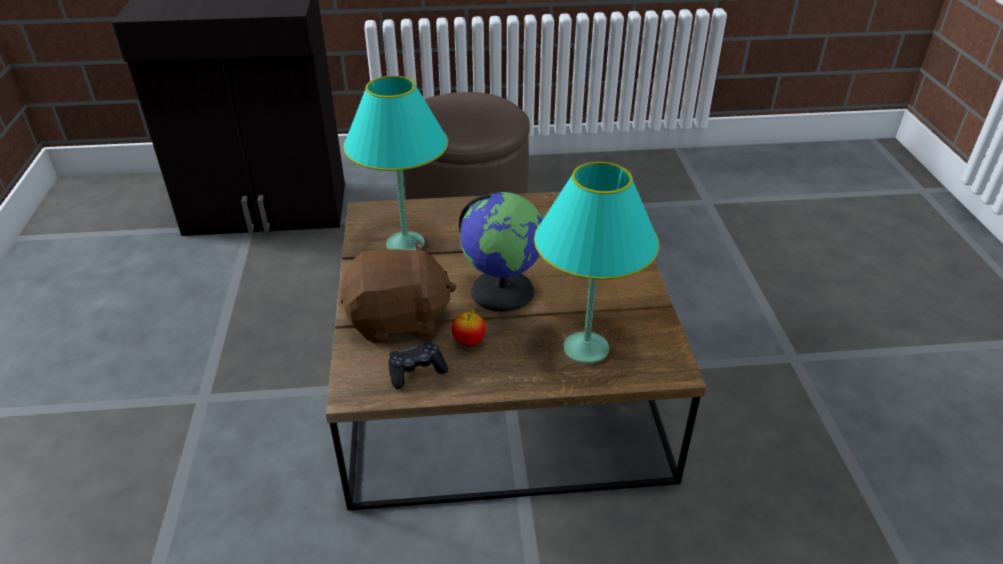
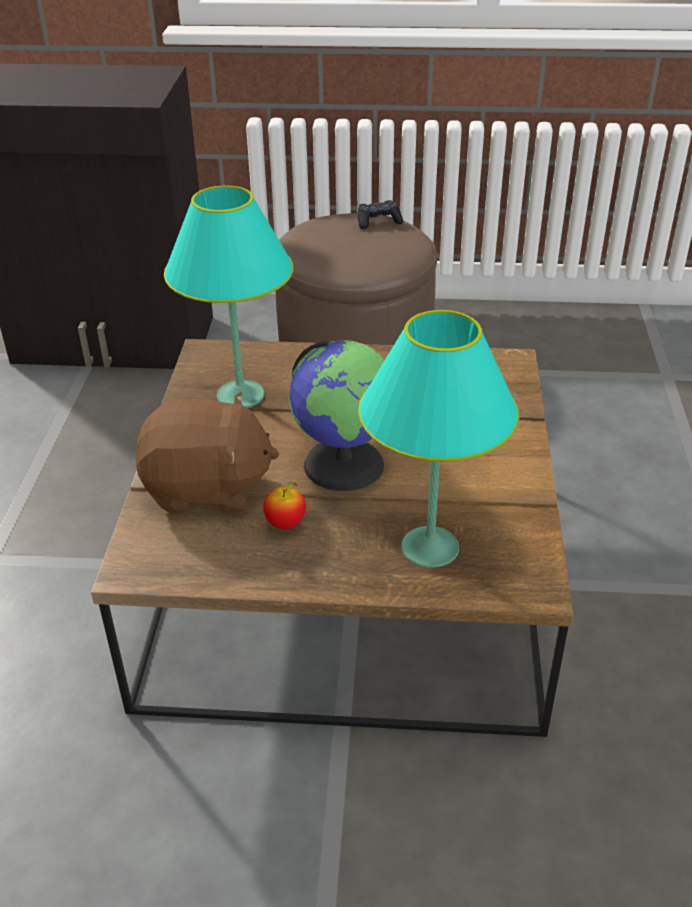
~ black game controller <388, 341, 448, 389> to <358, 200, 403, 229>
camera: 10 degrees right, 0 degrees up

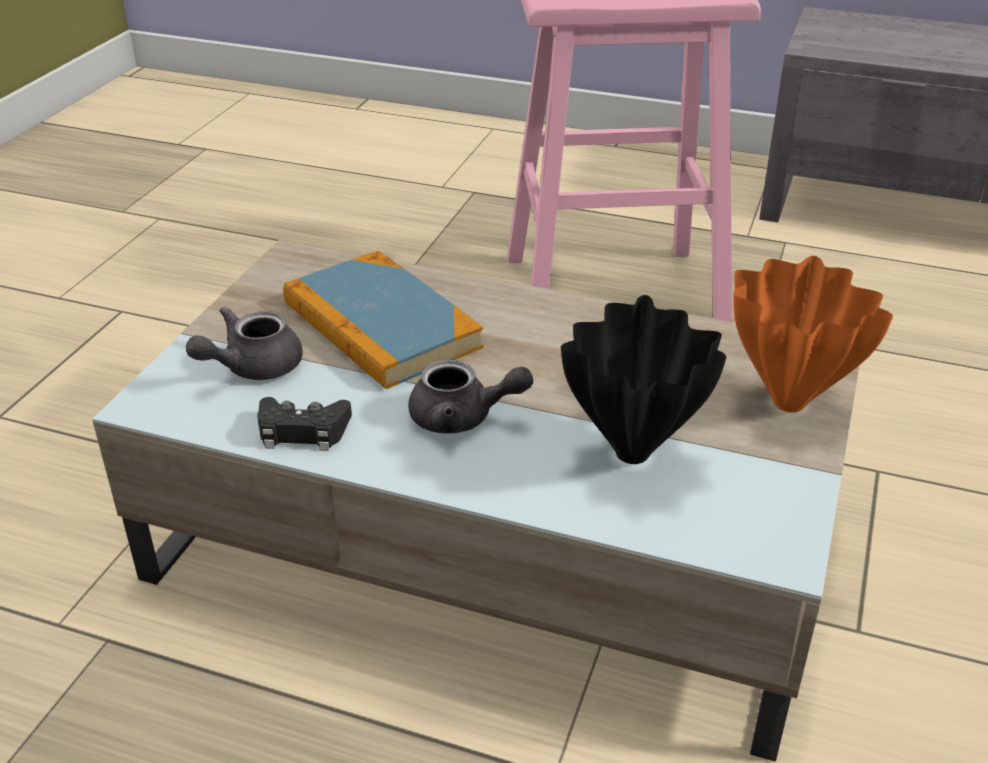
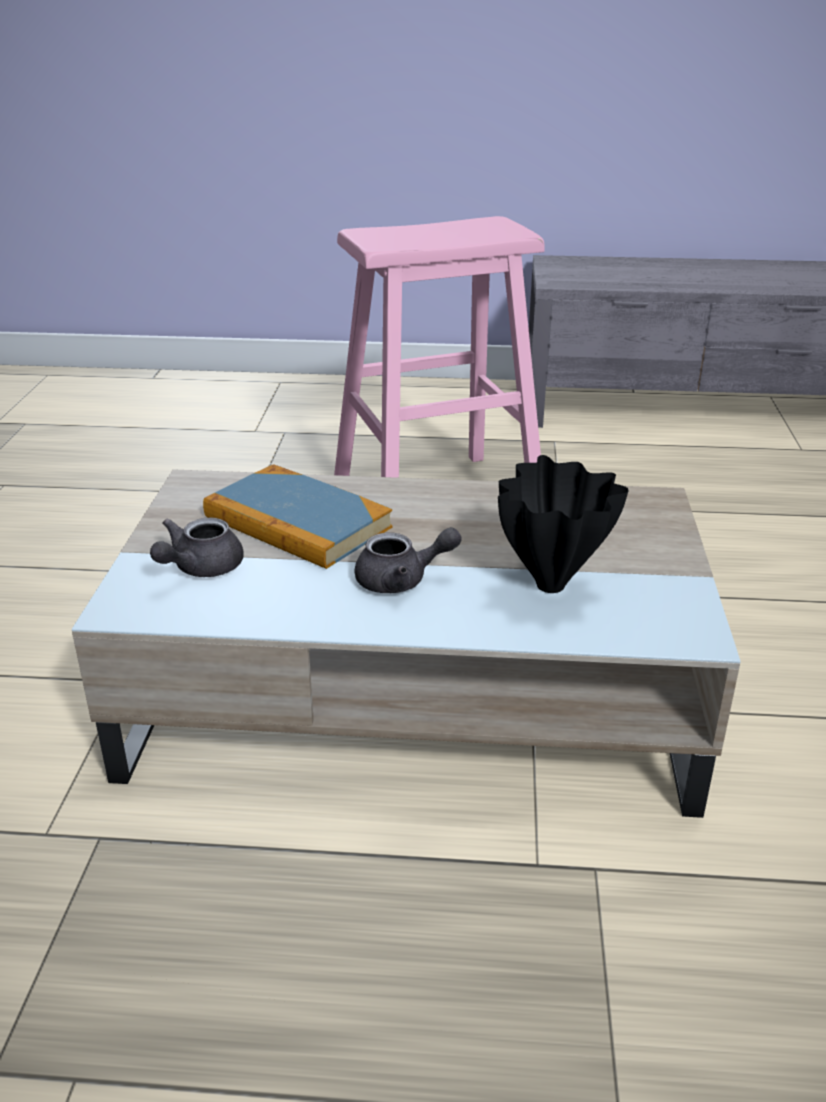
- black game controller <257, 397, 352, 451>
- orange vase <733, 256, 893, 412>
camera: 15 degrees left, 5 degrees down

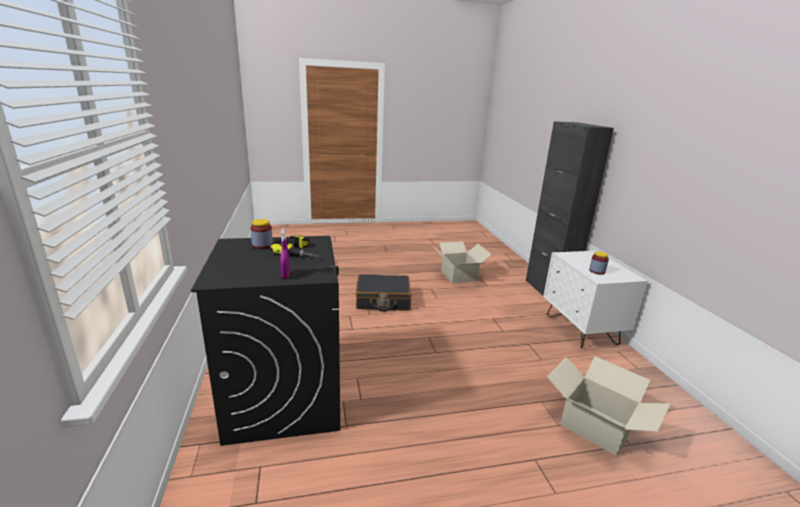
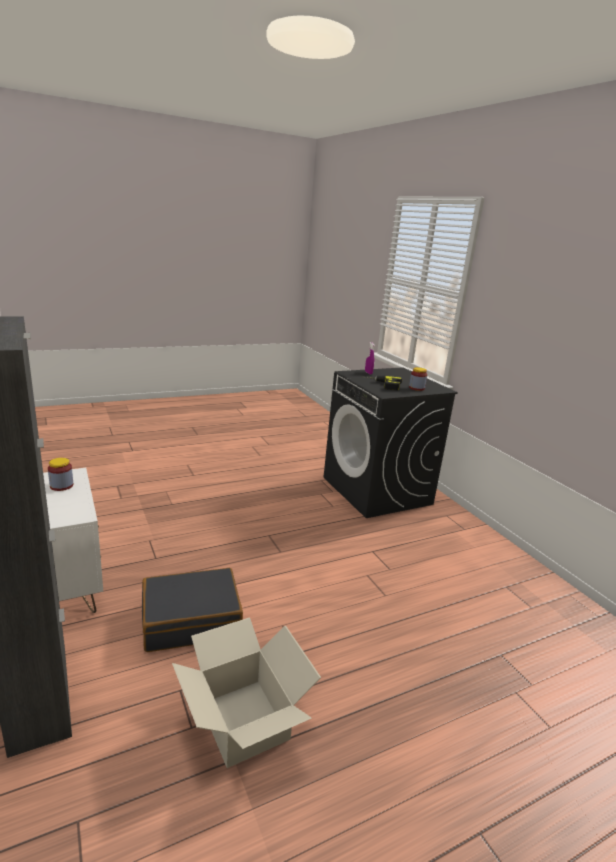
~ black suitcase <356, 274, 411, 312> to <142, 568, 243, 652>
- cardboard box <547, 356, 670, 456>
camera: 165 degrees right, 0 degrees up

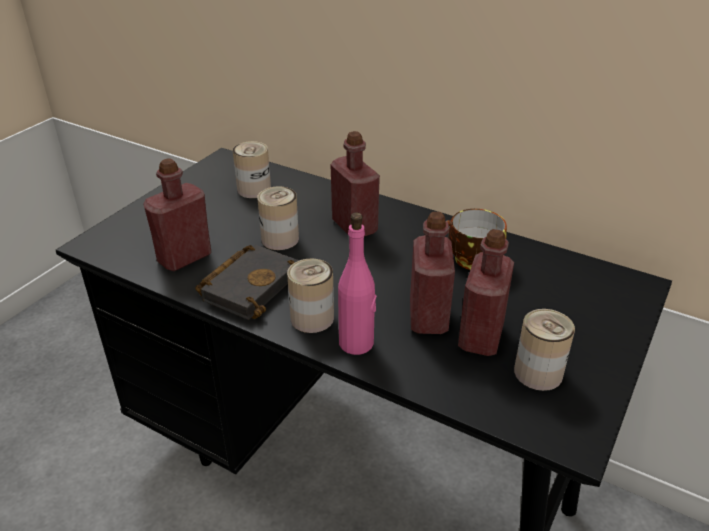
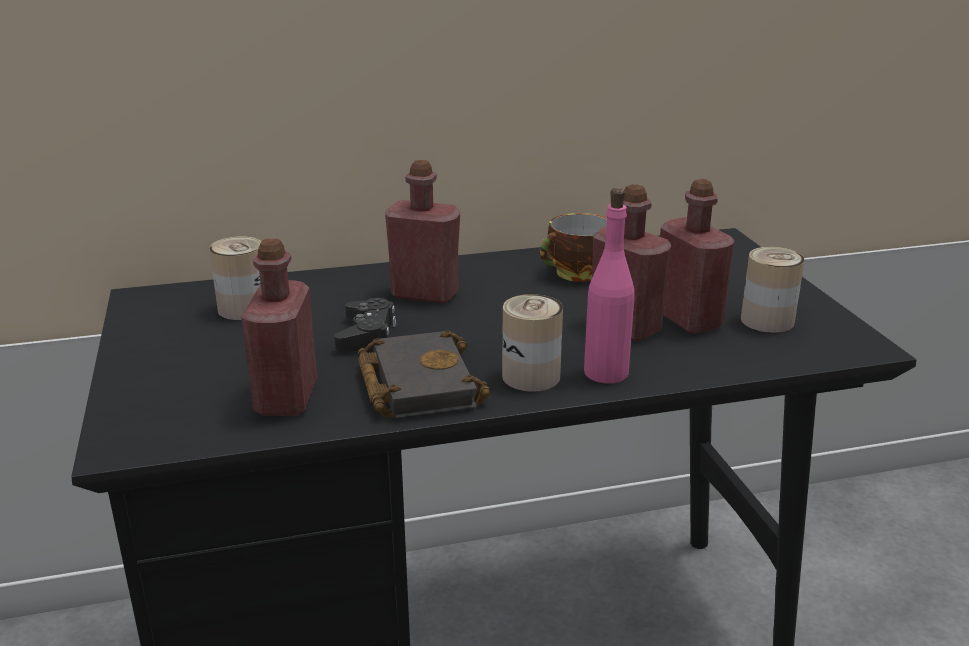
~ can <257, 186, 299, 250> to black game controller <334, 298, 396, 352>
camera: 45 degrees left, 10 degrees down

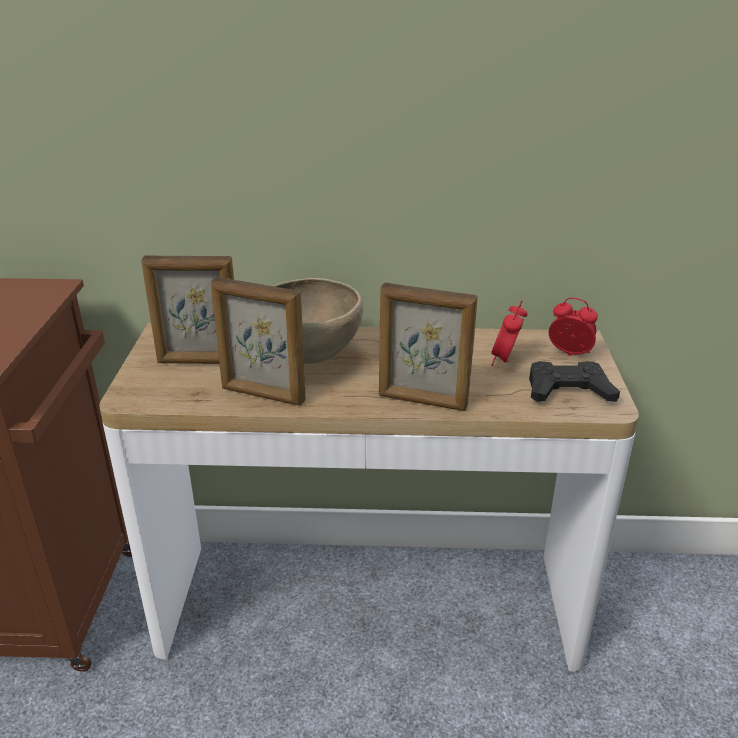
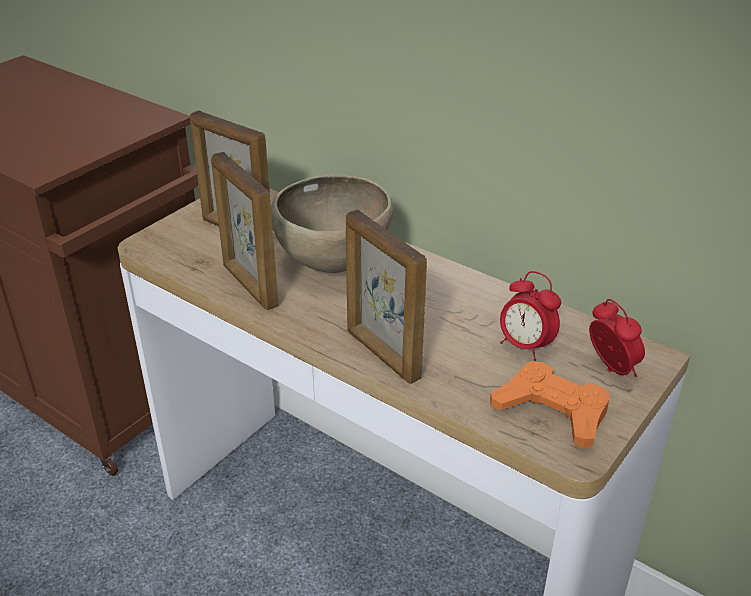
~ alarm clock <491, 300, 527, 366> = <500, 271, 561, 361> 105 degrees counterclockwise
~ black game controller <529, 361, 620, 402> to orange game controller <490, 361, 610, 449>
camera: 35 degrees right, 5 degrees up

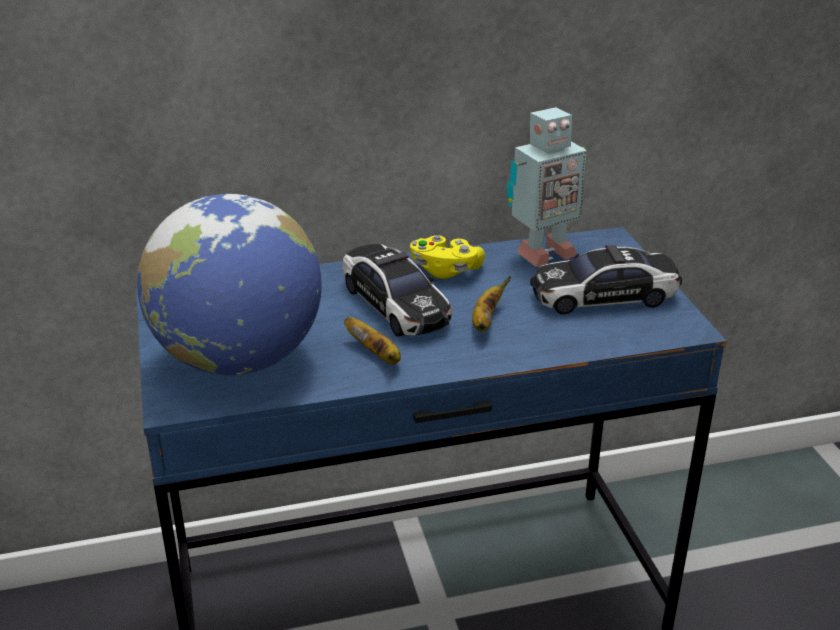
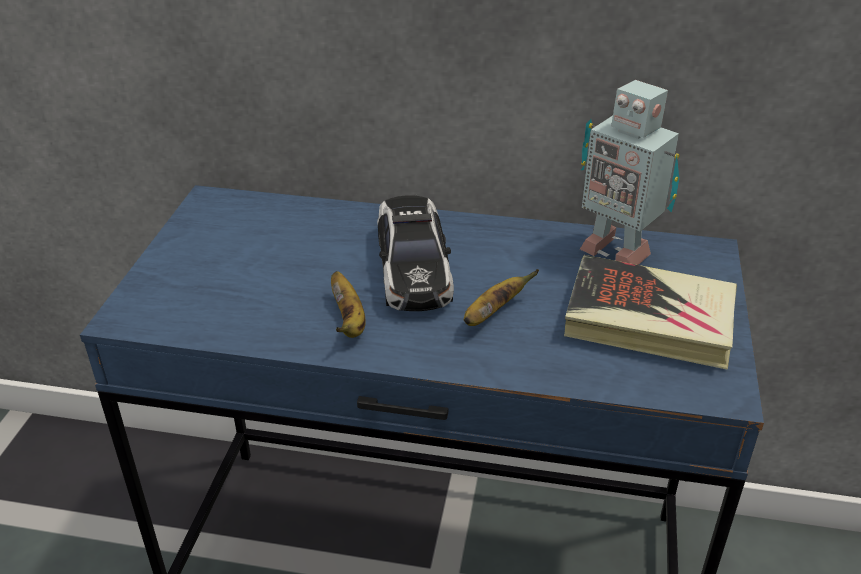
- globe <137, 194, 322, 375>
- yellow game controller <410, 235, 485, 279>
~ toy robot <507, 107, 587, 267> = <580, 80, 680, 265> 45 degrees clockwise
~ toy car <530, 245, 682, 315> to book <564, 255, 737, 370>
camera: 25 degrees right, 5 degrees up

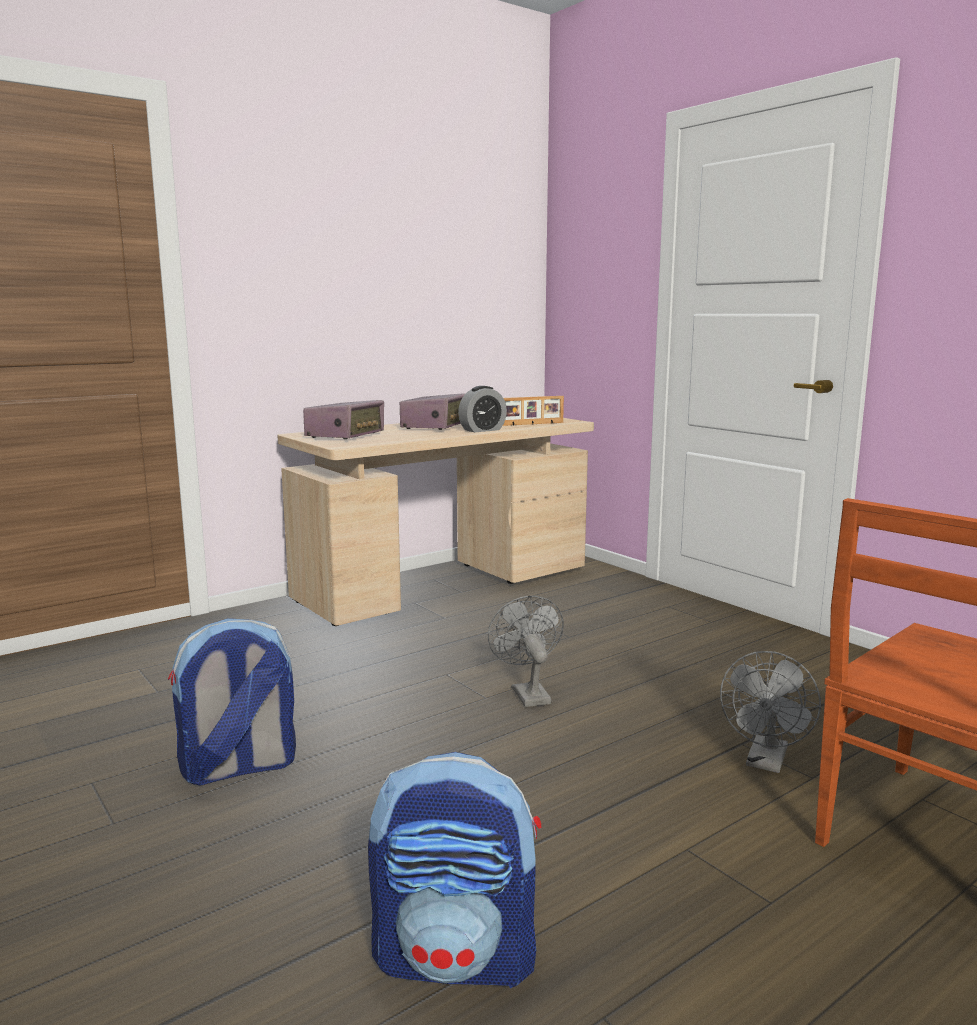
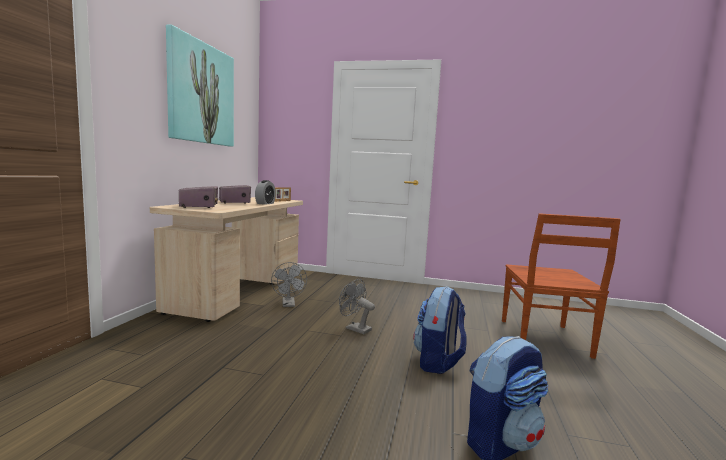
~ backpack <168, 618, 296, 785> to <413, 286, 467, 374>
~ grey fan <720, 651, 821, 773> to <271, 262, 307, 307>
+ picture <166, 24, 234, 147>
camera: 40 degrees left, 5 degrees down

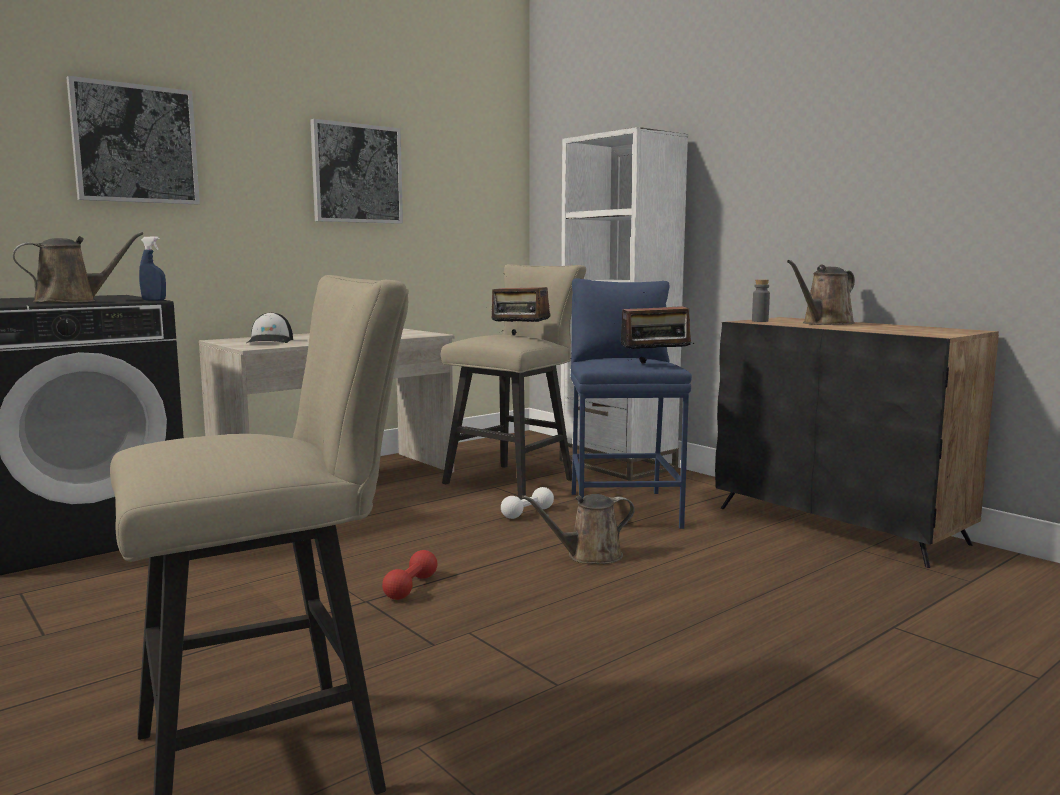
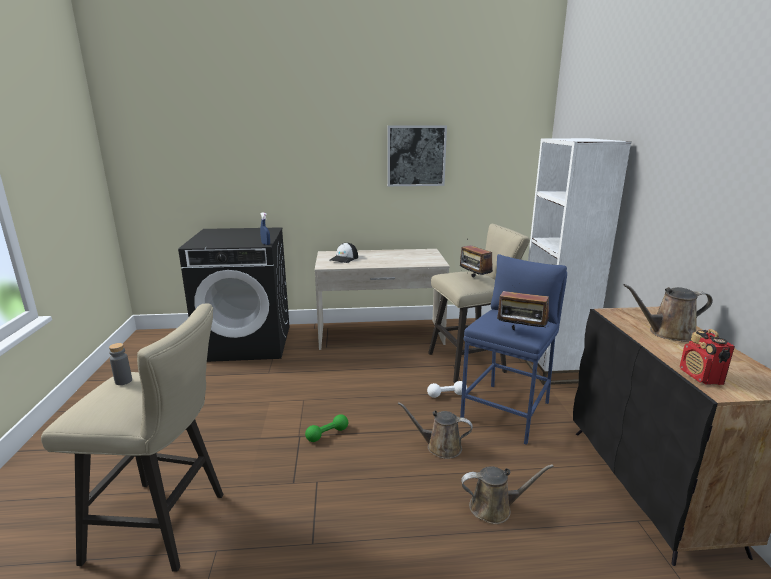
~ brown watering can <13, 232, 143, 303> to <461, 464, 554, 524>
- picture <66, 76, 200, 204>
~ red dumbbell <382, 550, 437, 600> to green dumbbell <305, 414, 348, 442>
~ grey bottle <752, 279, 770, 322> to <109, 343, 132, 385>
+ radio <680, 329, 735, 385>
camera: 35 degrees right, 10 degrees up

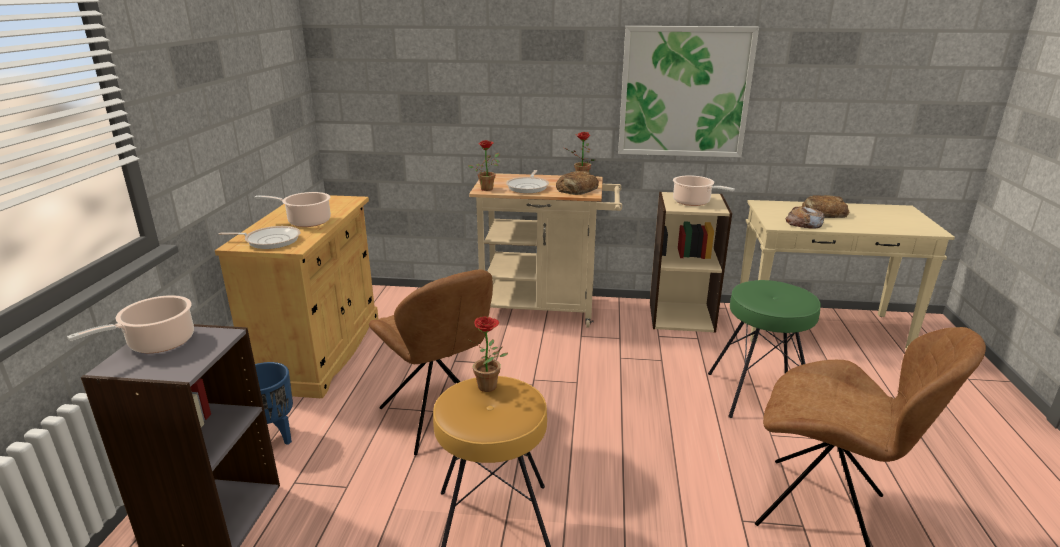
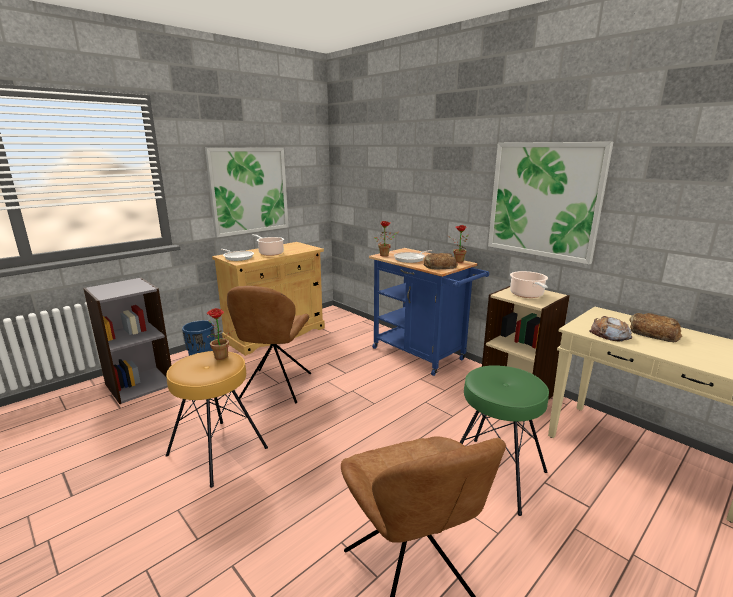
- cooking pot <67, 295, 194, 353>
~ beige cart <469, 173, 622, 327> to blue cart <369, 248, 489, 376>
+ picture <205, 148, 288, 238>
camera: 40 degrees right, 5 degrees down

